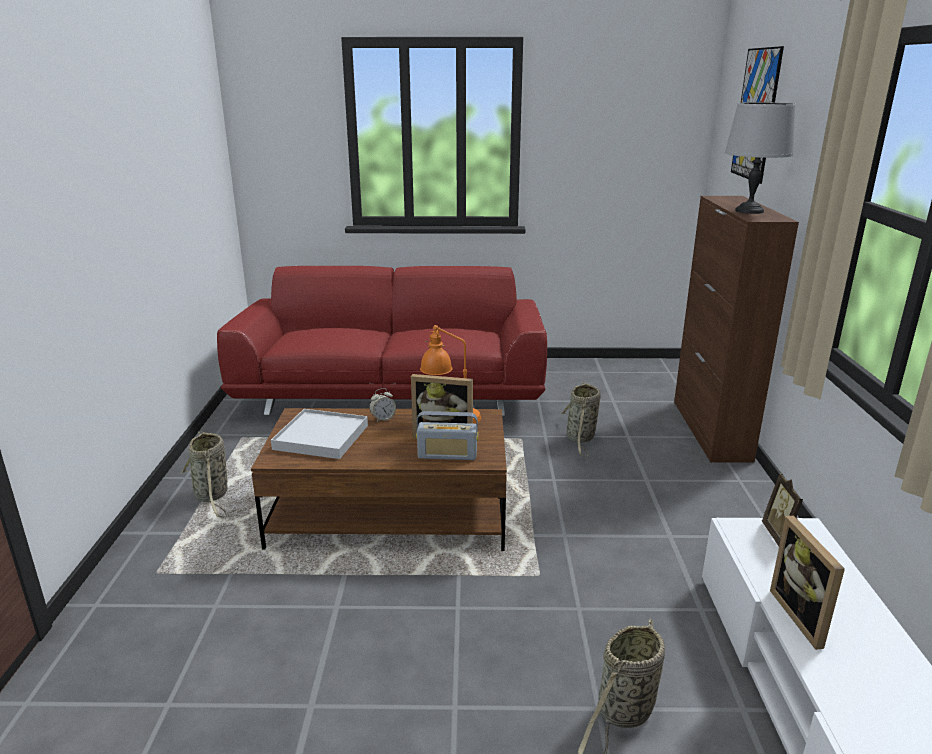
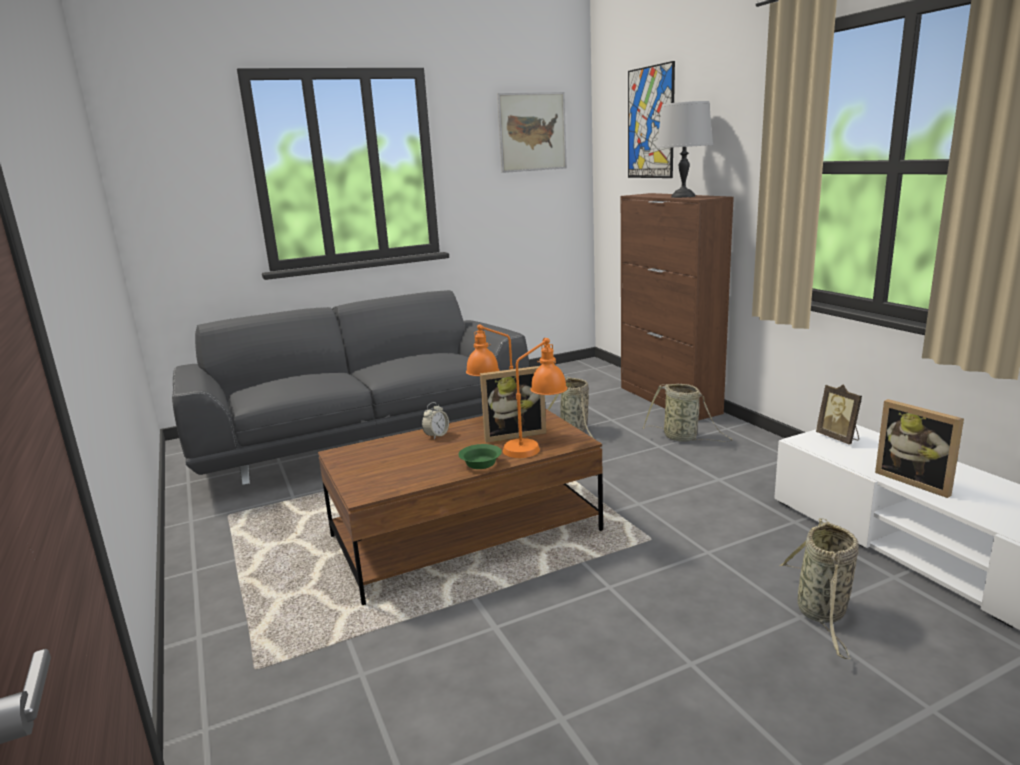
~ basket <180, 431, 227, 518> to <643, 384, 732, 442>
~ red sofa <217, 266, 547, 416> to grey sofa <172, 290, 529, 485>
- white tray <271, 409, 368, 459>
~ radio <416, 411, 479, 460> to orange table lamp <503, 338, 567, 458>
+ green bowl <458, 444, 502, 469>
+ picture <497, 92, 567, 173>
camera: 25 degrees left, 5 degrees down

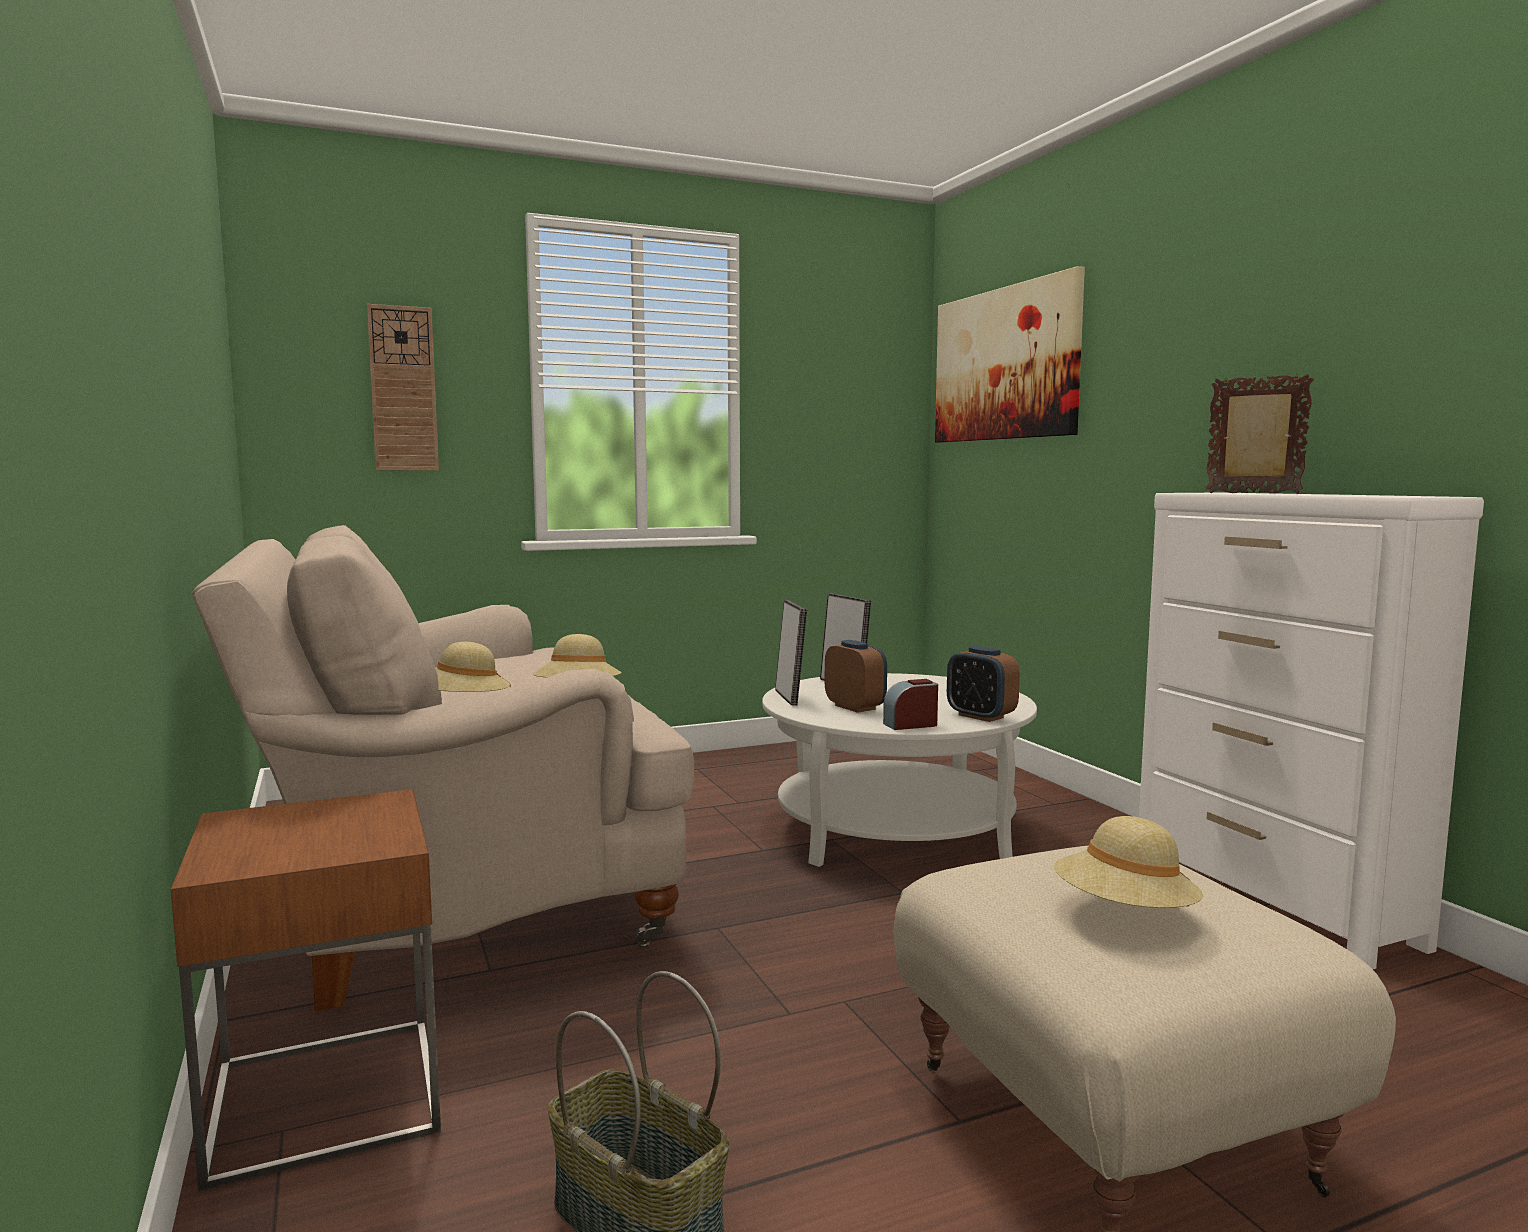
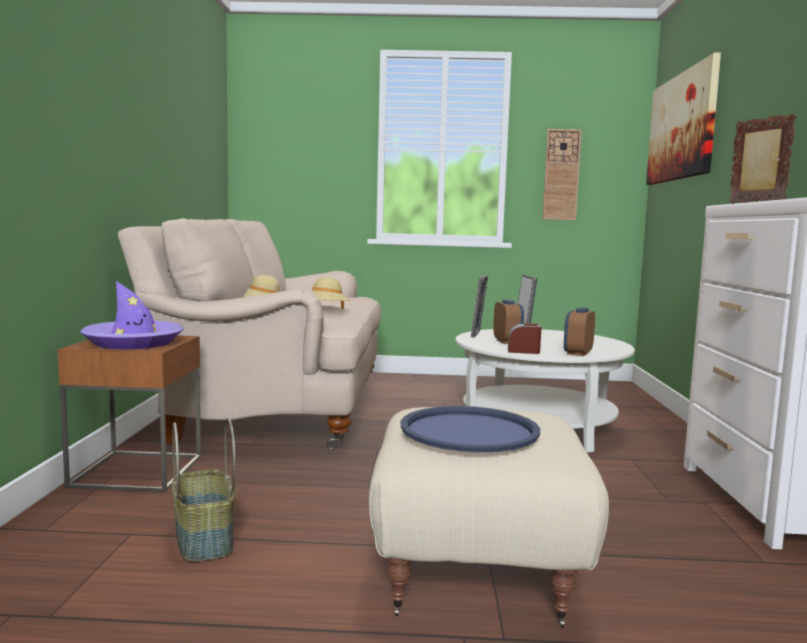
~ wall clock <367, 304, 439, 470> to <542, 129, 582, 220>
~ alarm clock <947, 646, 1020, 722> = <564, 307, 595, 356> 45 degrees clockwise
~ beige hat <1054, 816, 1203, 908> to blue tray <400, 406, 540, 452>
+ purple hat <80, 281, 183, 349>
camera: 25 degrees right, 0 degrees up

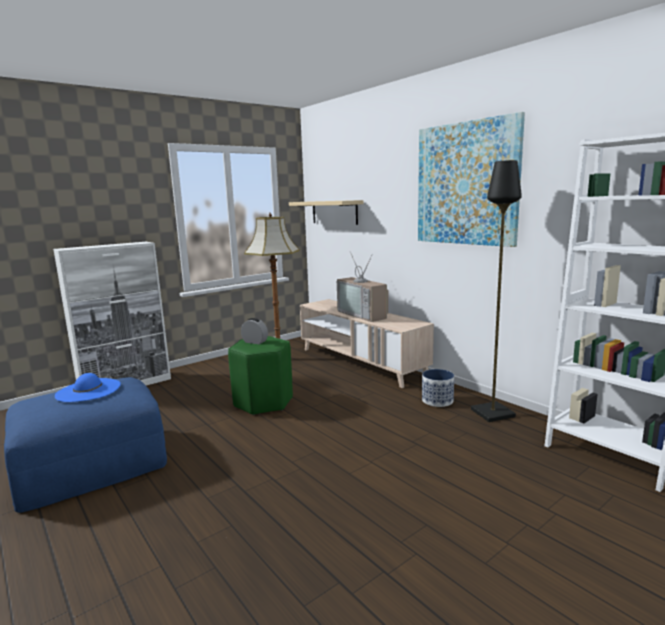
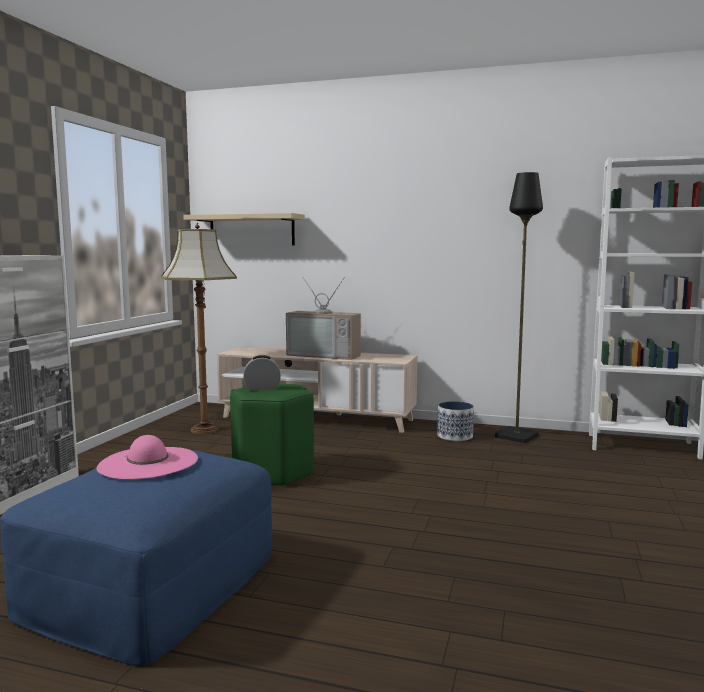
~ blue hat <55, 373, 121, 402> to pink hat <96, 435, 198, 479>
- picture <418, 112, 525, 247>
camera: 35 degrees left, 5 degrees down

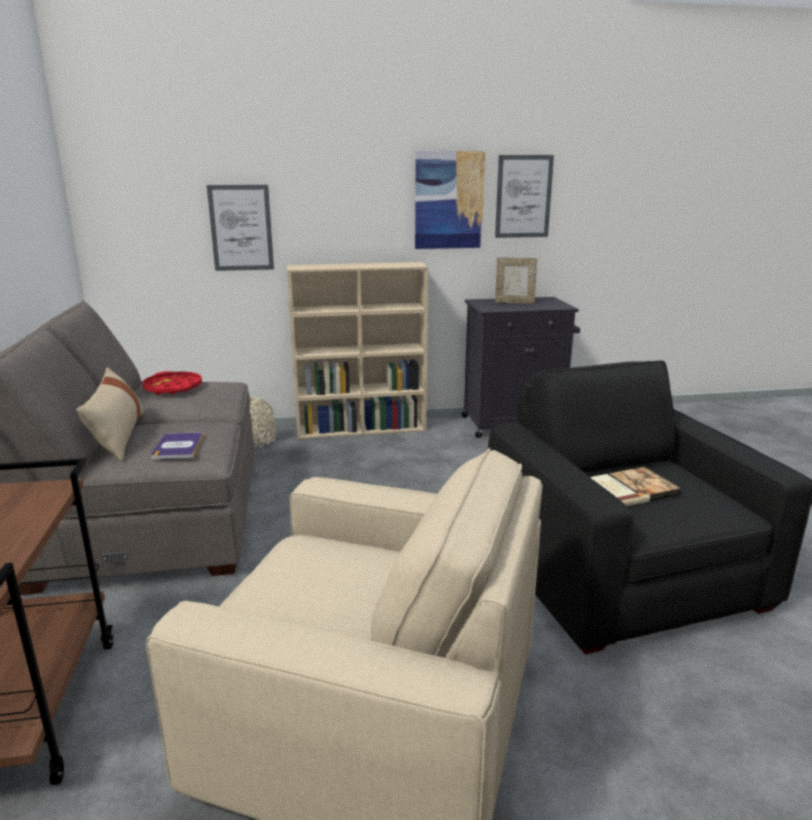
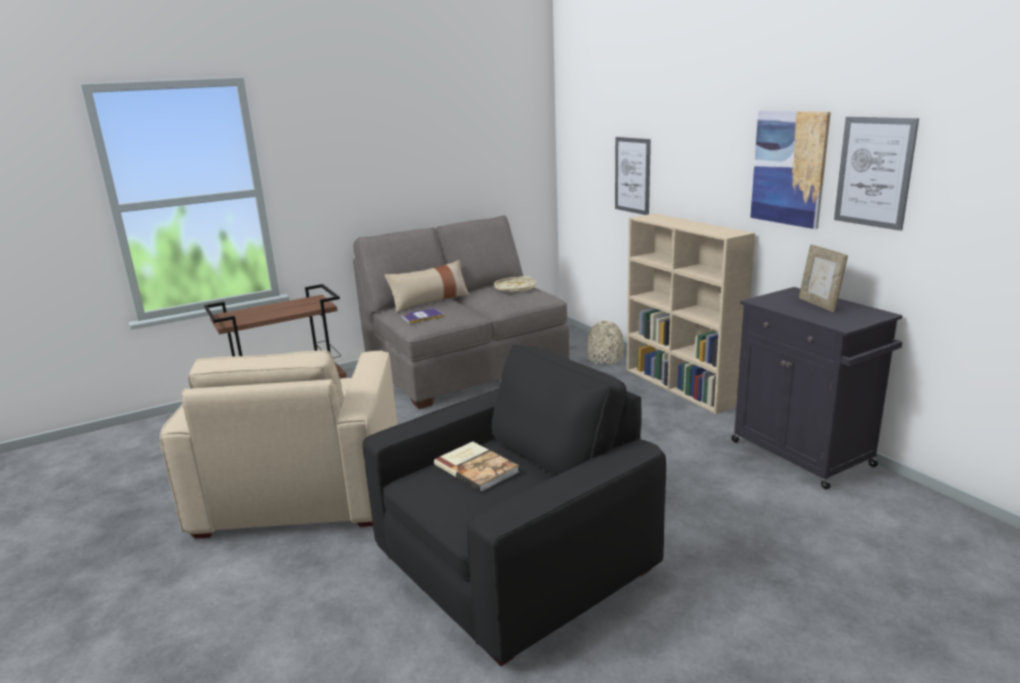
~ red tray <142, 371, 202, 395> to beige tray <494, 276, 536, 293>
camera: 70 degrees right, 0 degrees up

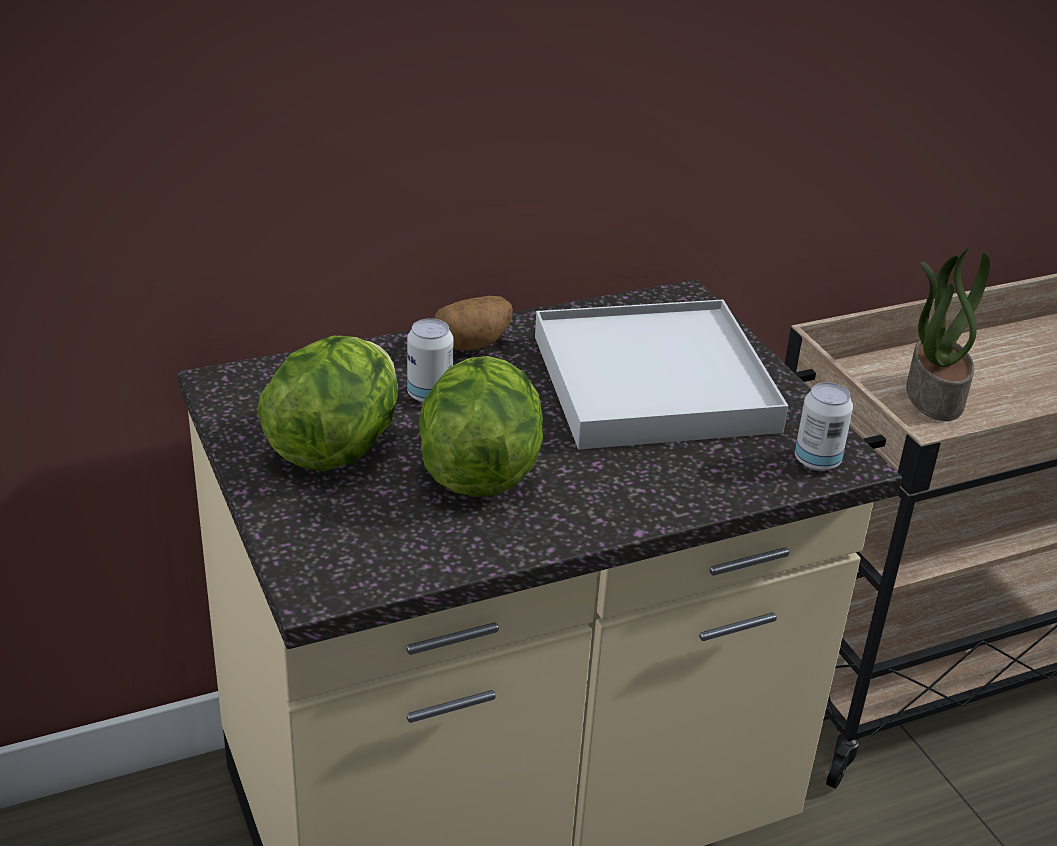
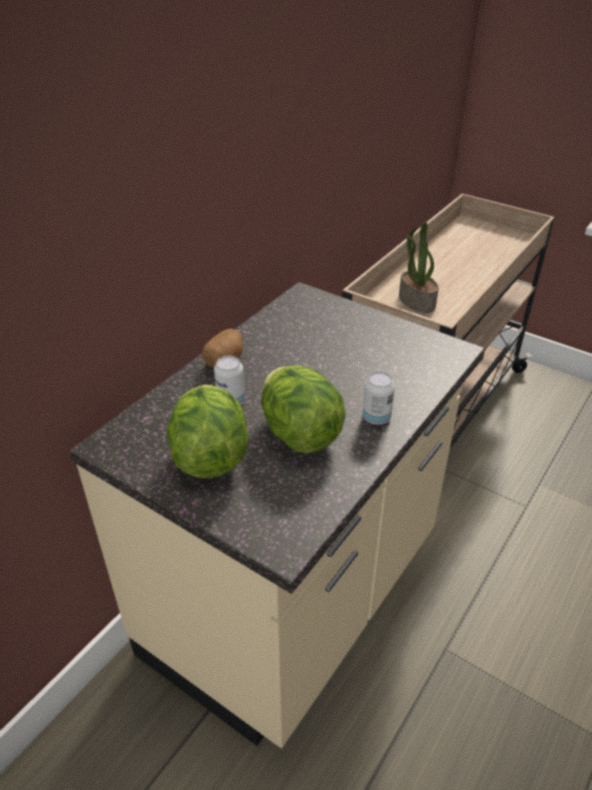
- white tray <535, 300, 788, 449>
~ can <795, 382, 853, 471> to <362, 371, 395, 425>
camera: 30 degrees left, 5 degrees up

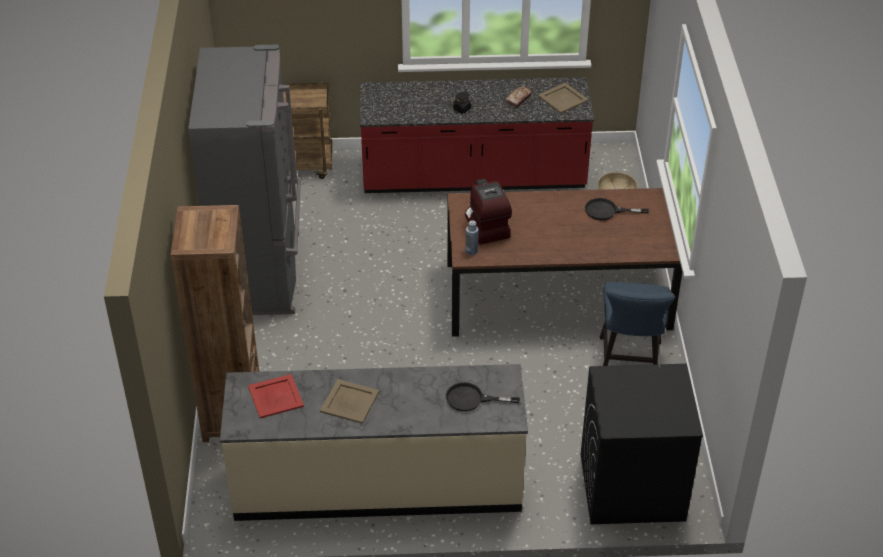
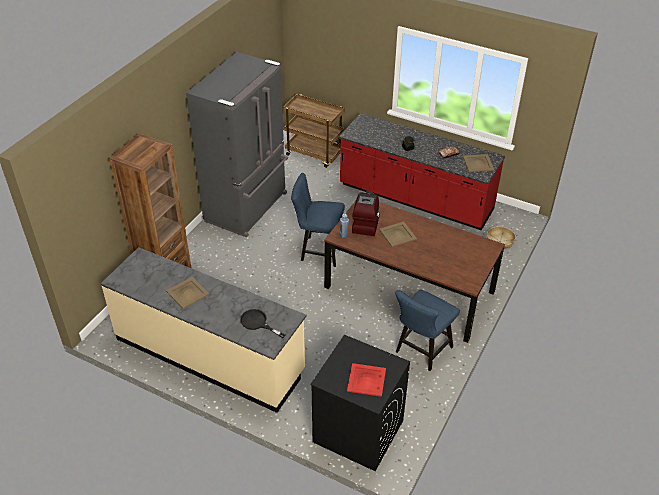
~ red tray <248, 374, 304, 418> to <347, 363, 386, 397>
- black frying pan <585, 198, 649, 220>
+ blue chair <291, 173, 345, 267>
+ beige tray <379, 222, 417, 247>
camera: 30 degrees right, 0 degrees up

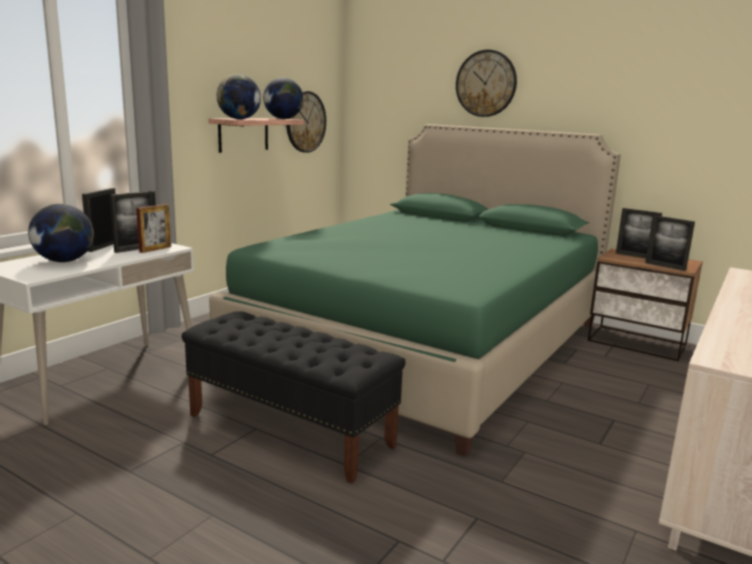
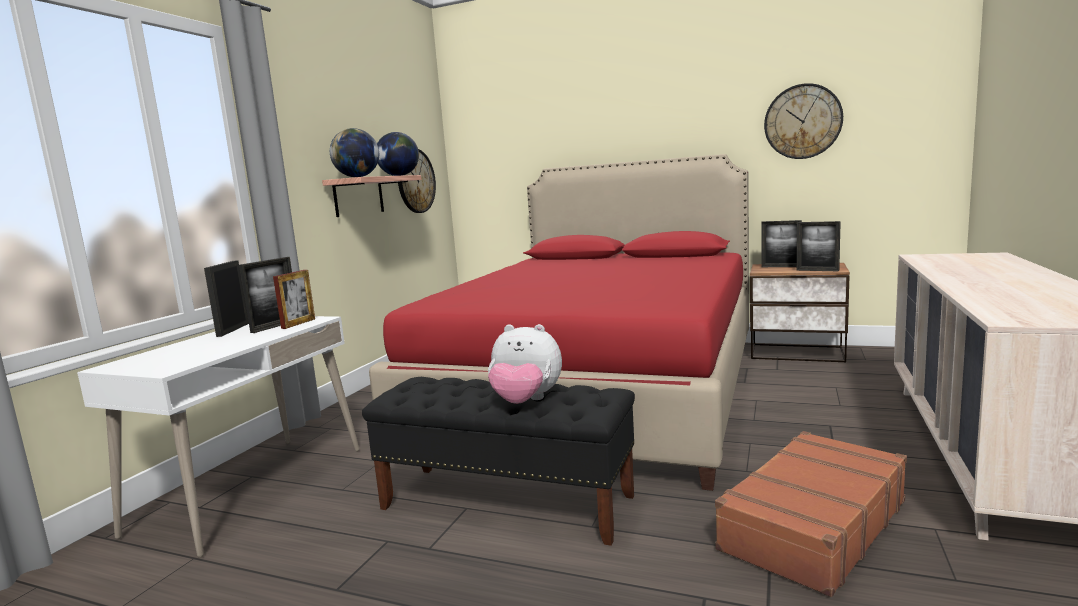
- globe <28, 204, 94, 262>
~ green bed <209, 124, 621, 457> to red bed <369, 154, 749, 491>
~ wall clock <456, 50, 517, 117> to <764, 83, 843, 159>
+ plush toy <488, 324, 562, 404>
+ brown suitcase <715, 431, 907, 597>
camera: 10 degrees left, 5 degrees down

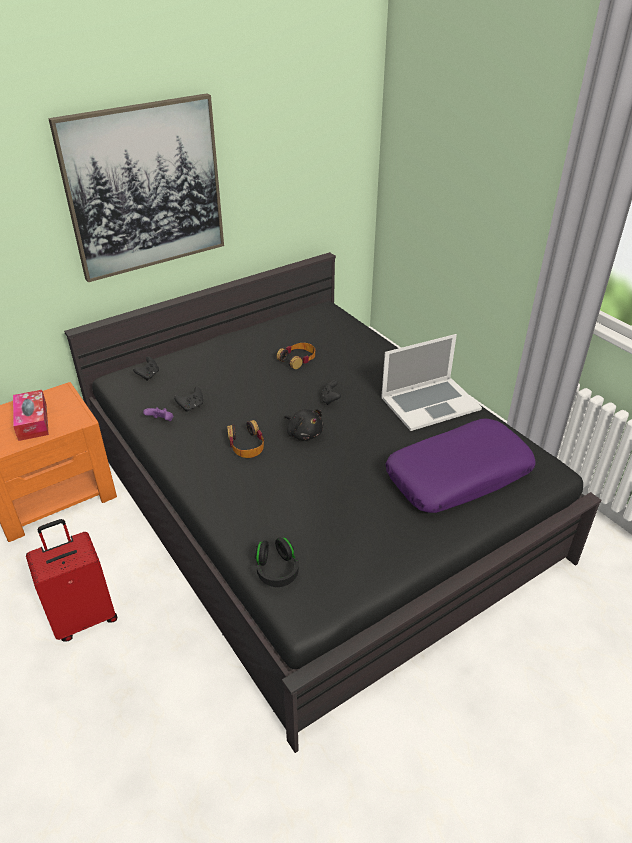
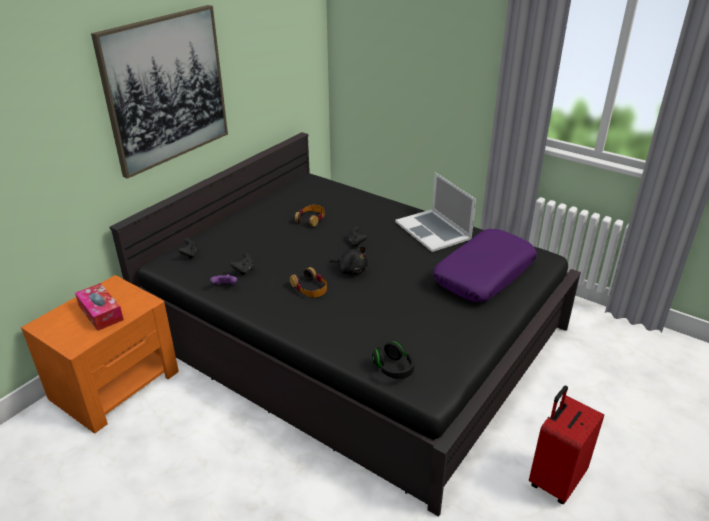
~ red suitcase <26, 519, 117, 642> to <529, 386, 604, 504>
~ laptop <381, 334, 482, 431> = <395, 173, 476, 252> 105 degrees clockwise
camera: 20 degrees left, 5 degrees down

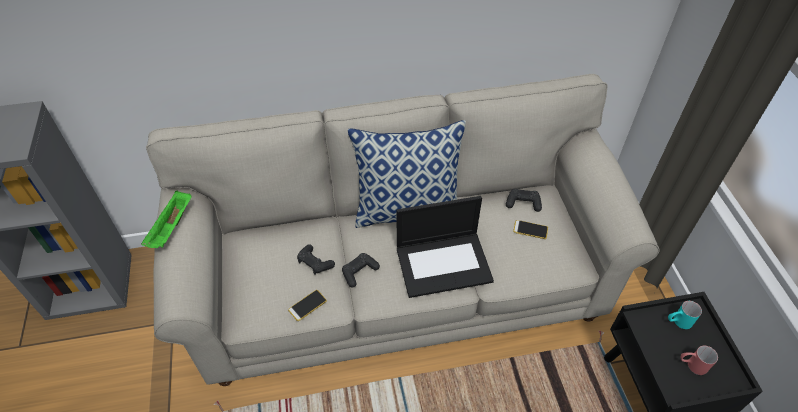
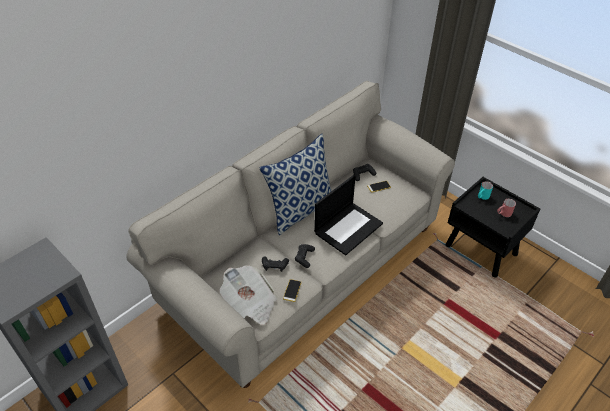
- green tray <141, 190, 192, 248>
+ newspaper <220, 265, 278, 325>
camera: 35 degrees left, 5 degrees down

